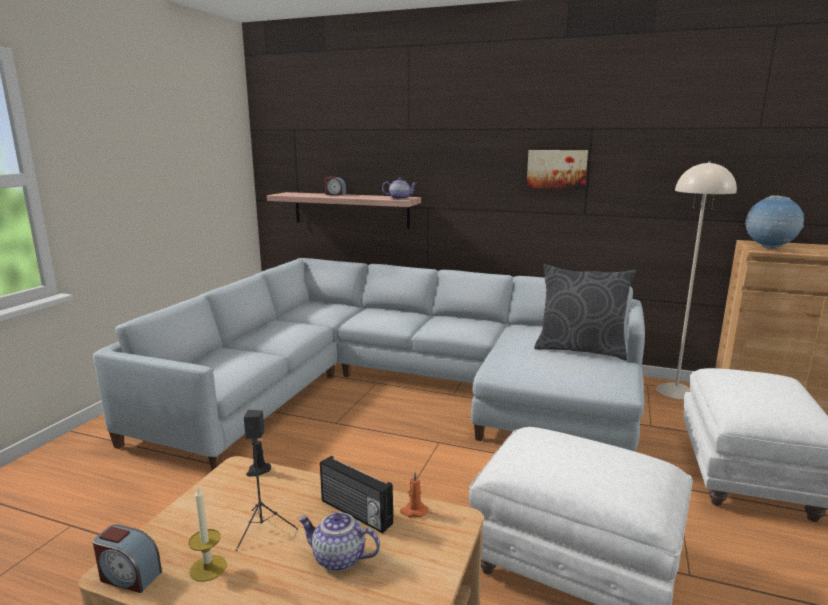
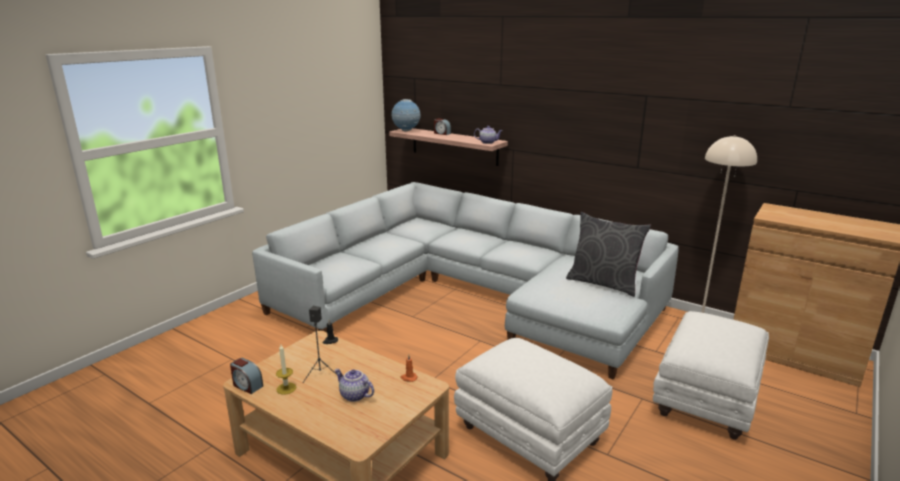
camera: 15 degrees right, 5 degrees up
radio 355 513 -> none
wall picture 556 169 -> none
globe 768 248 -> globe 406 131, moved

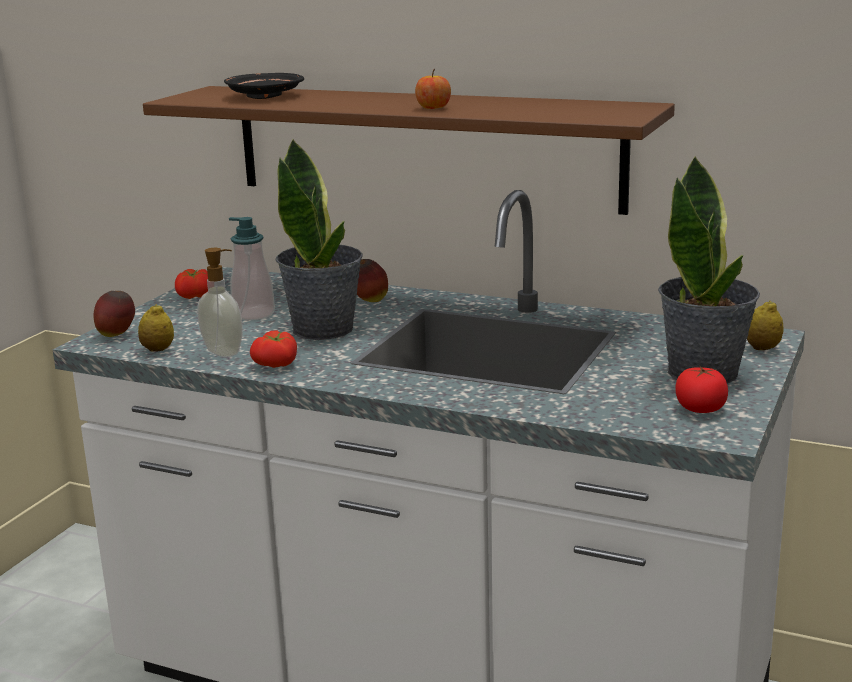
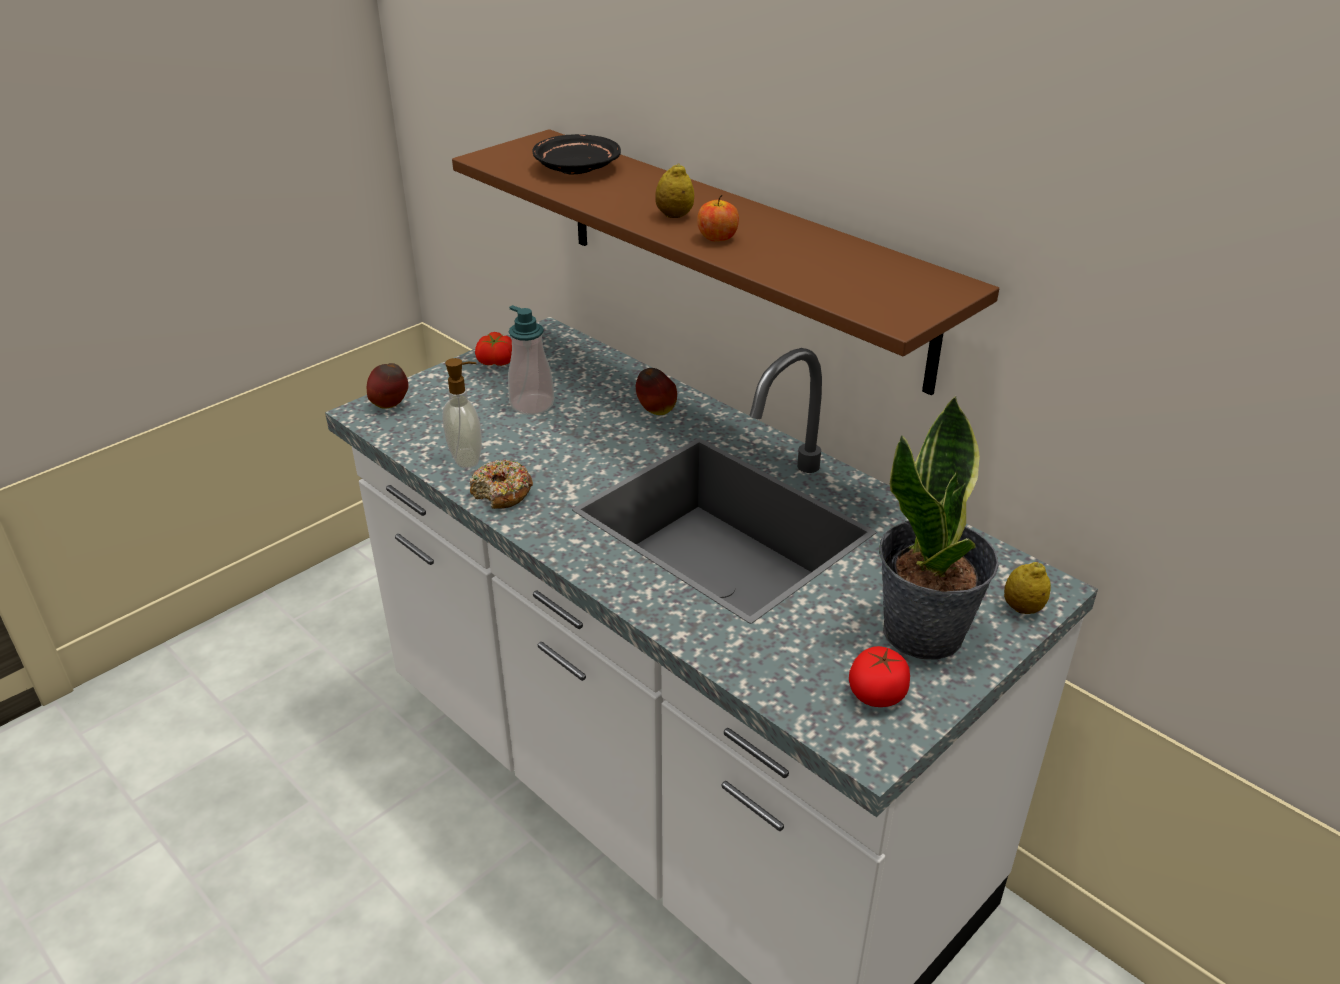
camera: 20 degrees right, 15 degrees up
whole lemon 158 350 -> whole lemon 674 216, moved
tomato 277 365 -> ring doughnut 502 493
houseplant 324 329 -> none

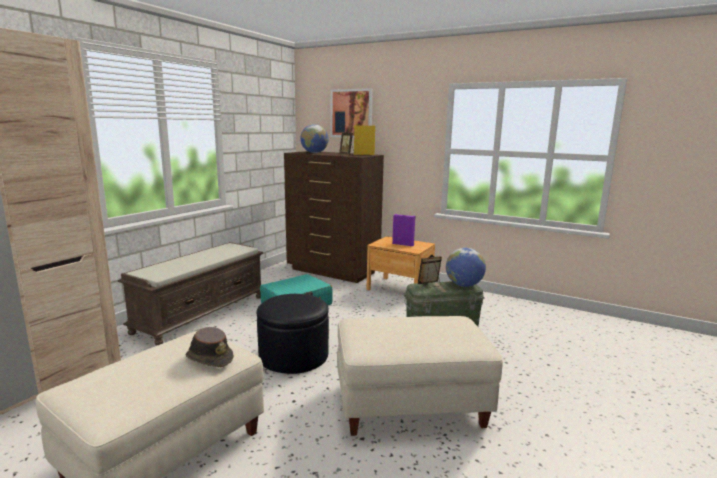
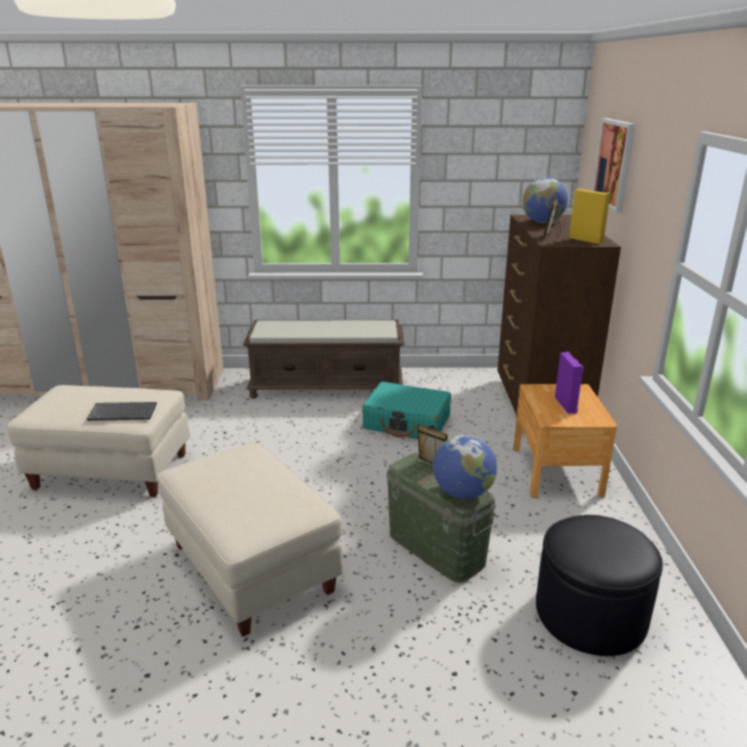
camera: 60 degrees right, 10 degrees up
brown-coloured clothing hat 209 358 -> computer keyboard 124 412
black footrest 293 355 -> black footrest 590 614, moved

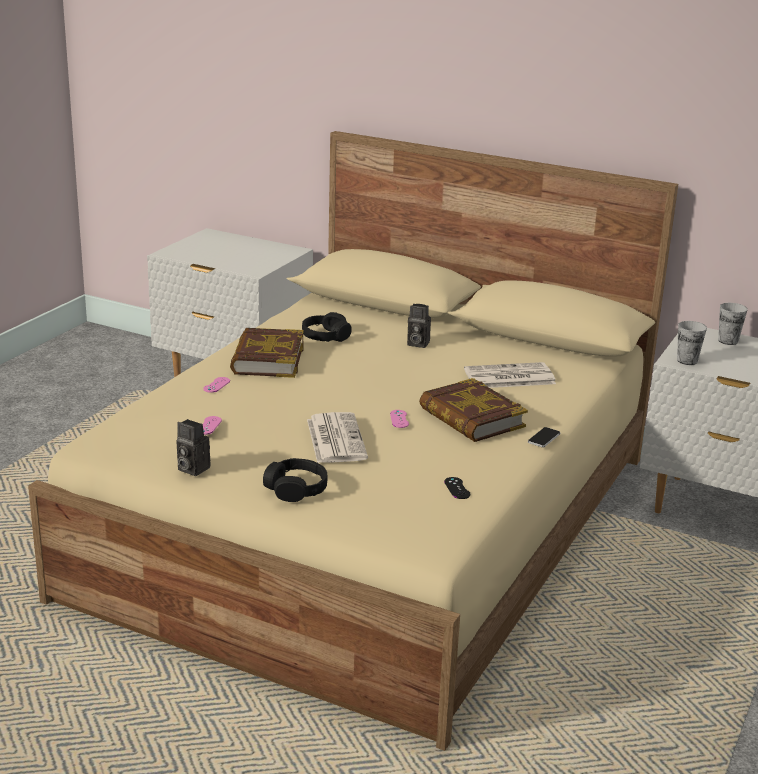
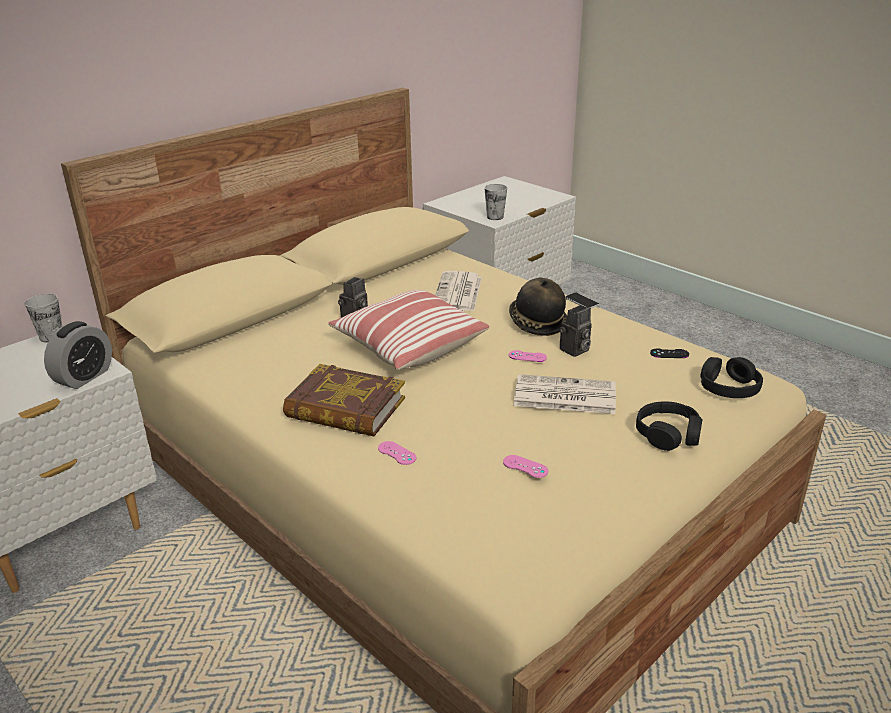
camera: 70 degrees left, 5 degrees up
photo camera 191 468 -> photo camera 574 350, moved
black headphones 325 336 -> black headphones 728 387, moved
bound book 471 418 -> clothing hat 536 323
cup 728 341 -> cup 51 337, moved
none -> bedside clock 84 377
none -> cushion 408 346

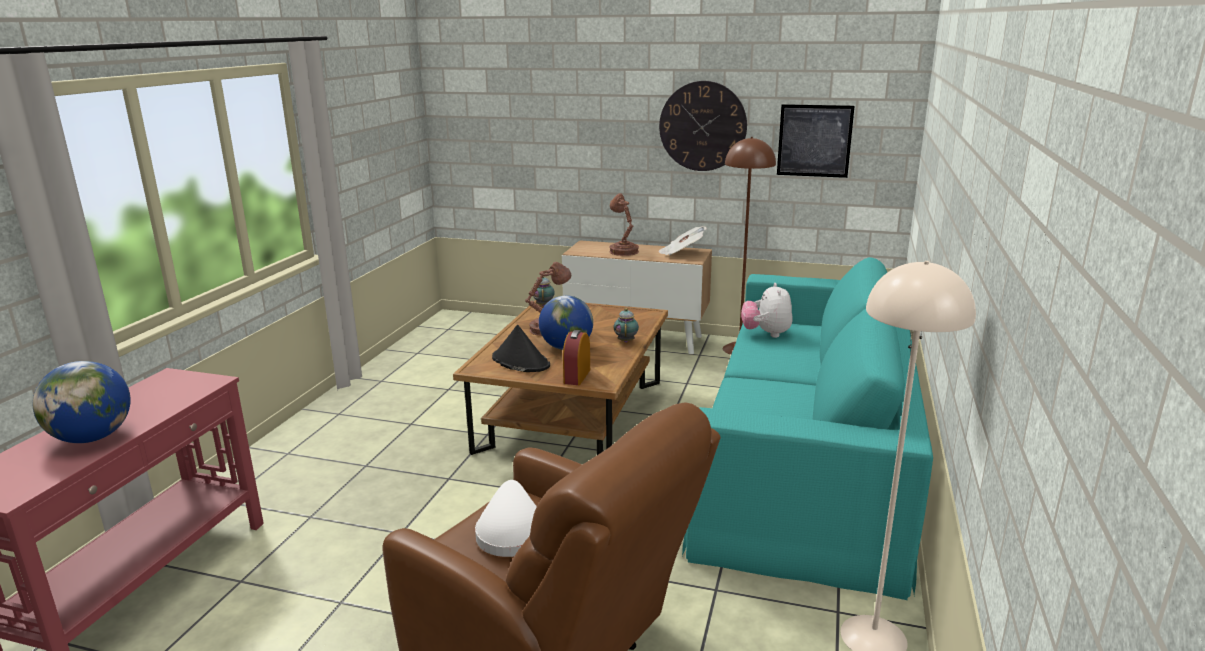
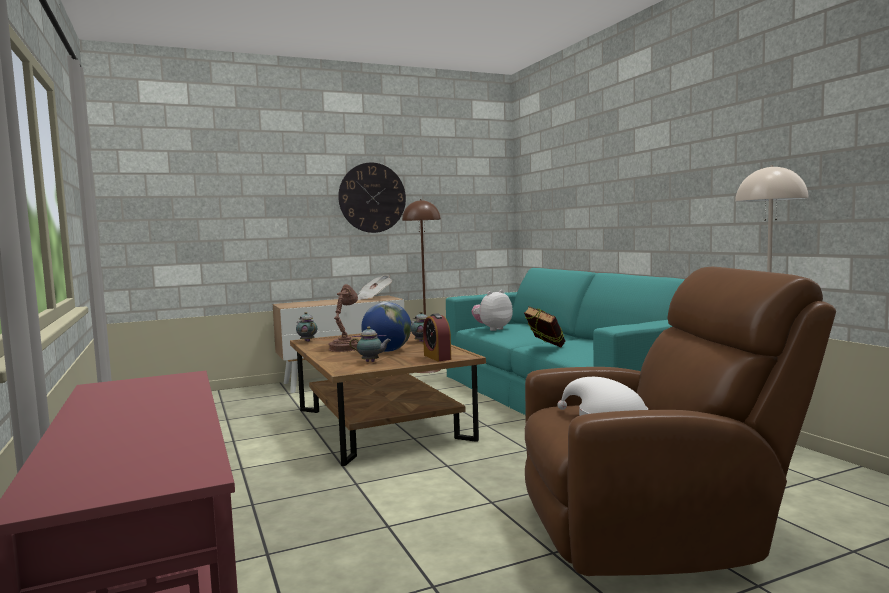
camera: 40 degrees left, 15 degrees down
globe 92 438 -> none
black clothing hat 520 361 -> pot for tea 371 361
brown-coloured table lamp 622 251 -> none
plush toy 766 334 -> plush toy 492 329, 90 degrees clockwise
wall picture 814 141 -> none
none -> bound book 545 348

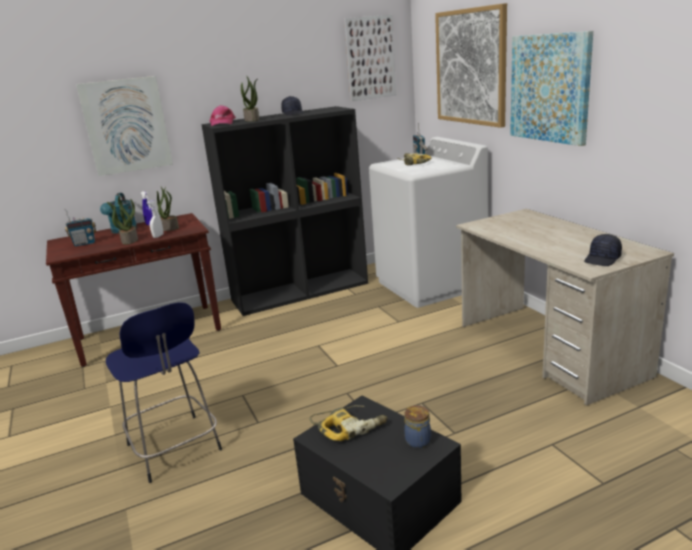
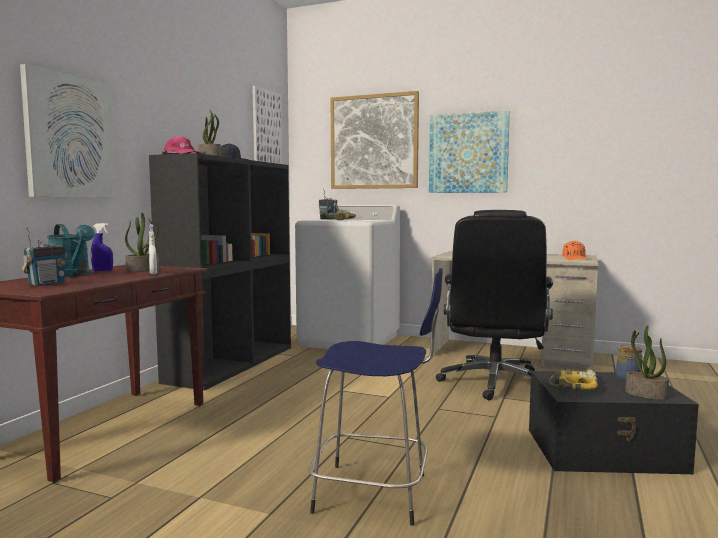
camera: 45 degrees left, 15 degrees down
houseplant 129 240 -> houseplant 645 394, moved
black baseball cap 603 259 -> orange baseball cap 575 259
none -> black computer chair 494 383

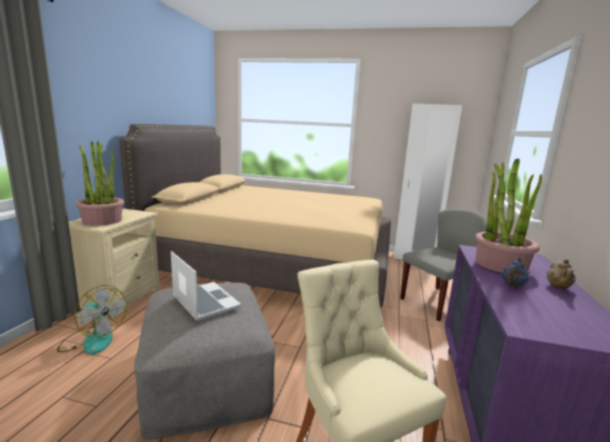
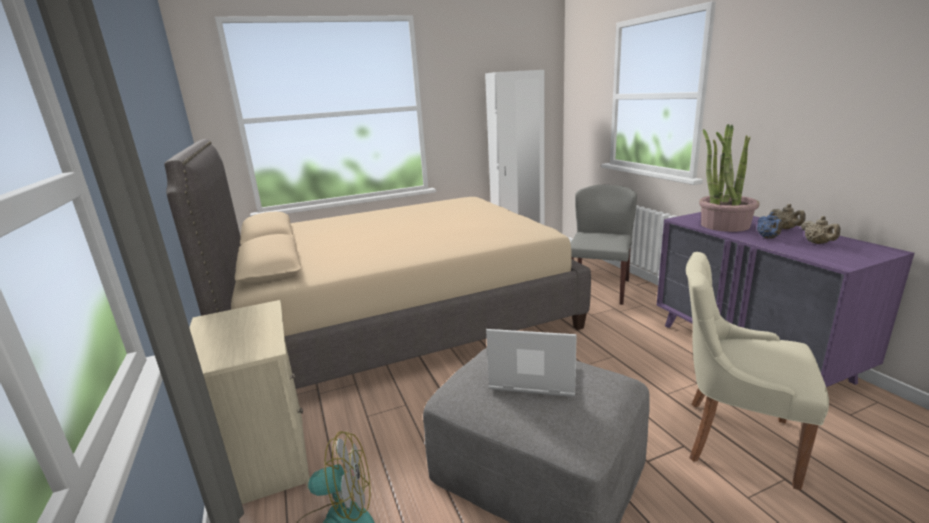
camera: 35 degrees left, 5 degrees up
houseplant 102 220 -> none
none -> beige pot for tea 817 243

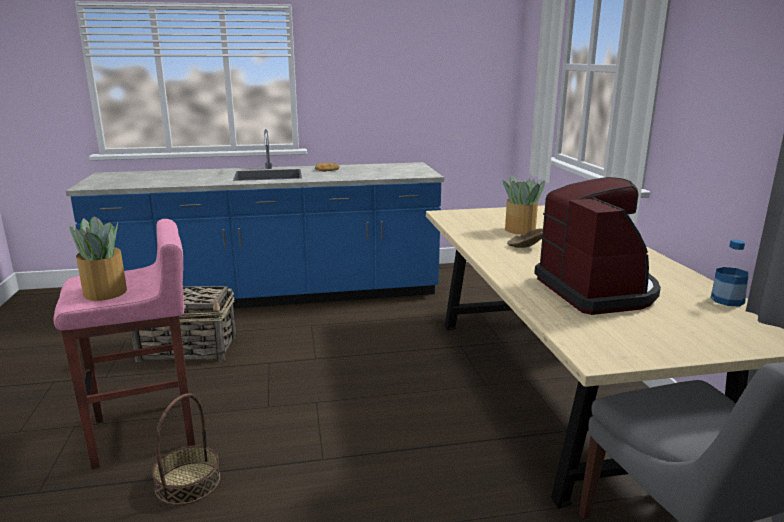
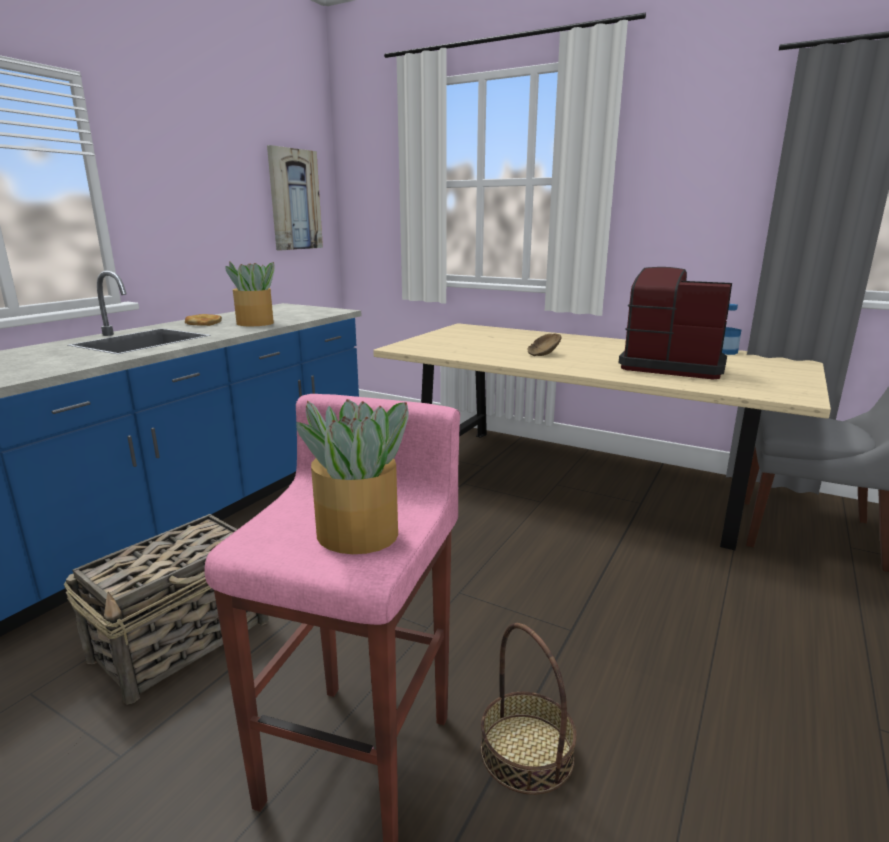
camera: 50 degrees left, 0 degrees up
houseplant 520 230 -> houseplant 255 323, moved
none -> wall picture 294 200

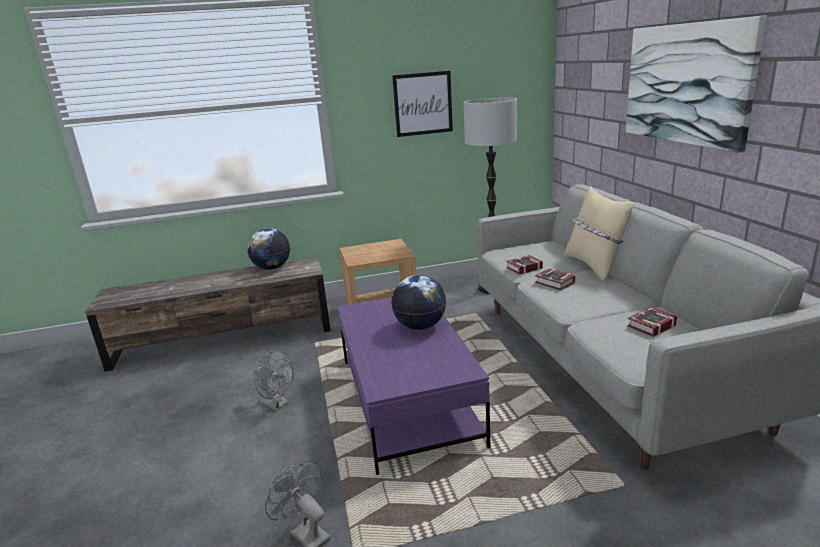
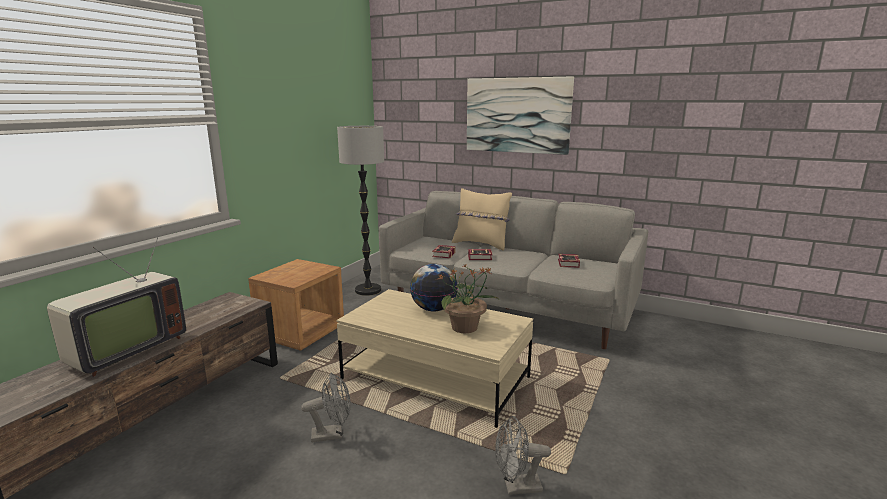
camera: 50 degrees left, 5 degrees down
globe 272 268 -> none
purple lounge table 408 401 -> beige lounge table 436 378
wall picture 423 104 -> none
none -> TV set 124 351
none -> houseplant 465 327

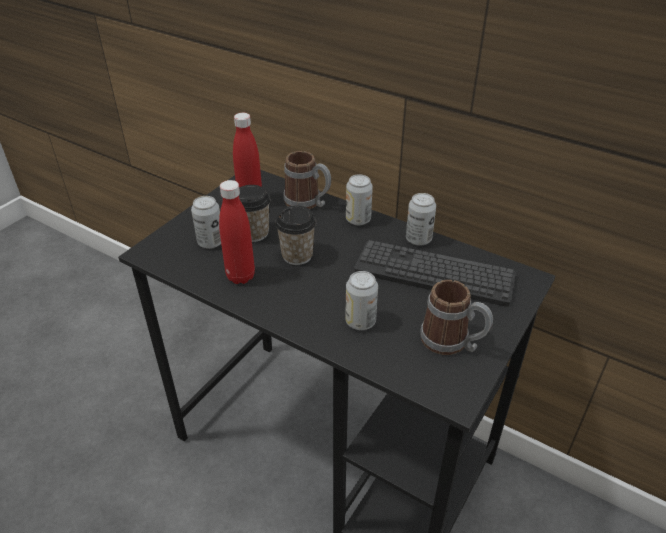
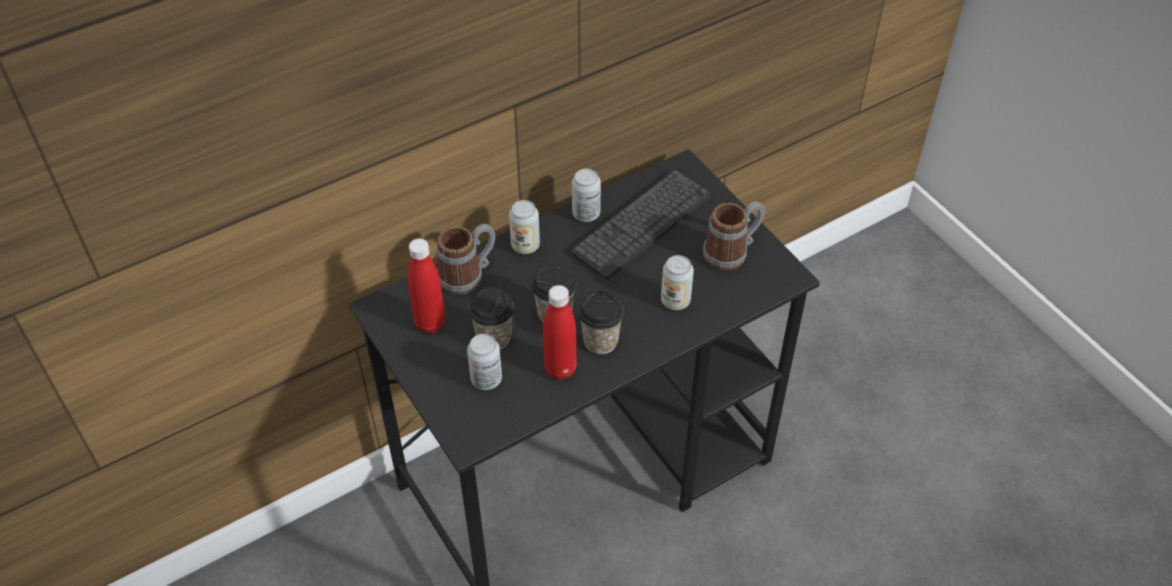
camera: 65 degrees left, 10 degrees up
none -> cup 600 341

